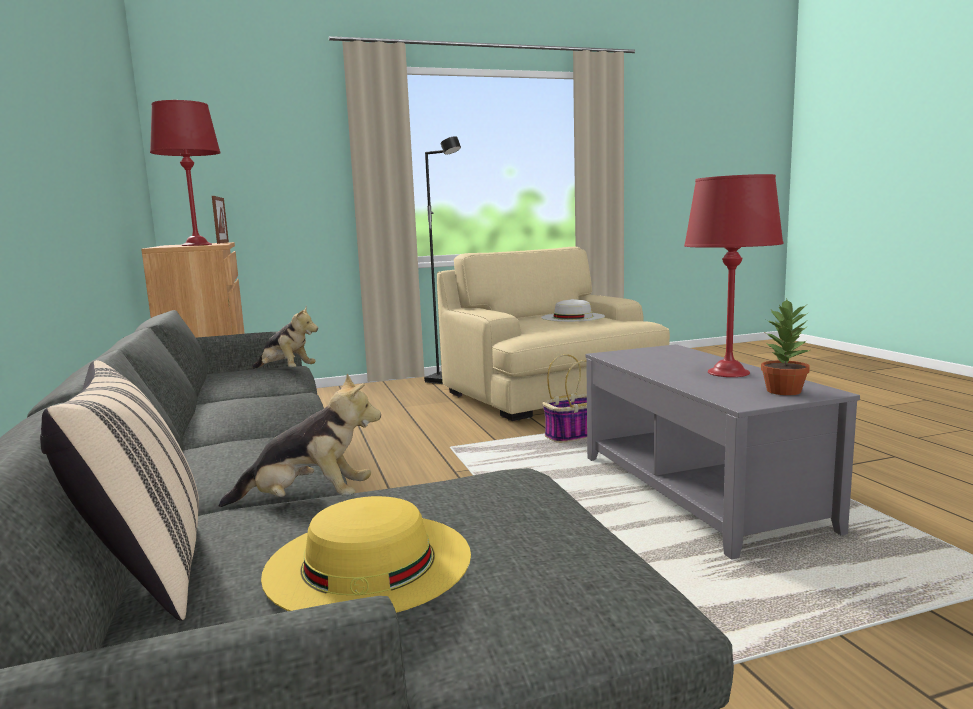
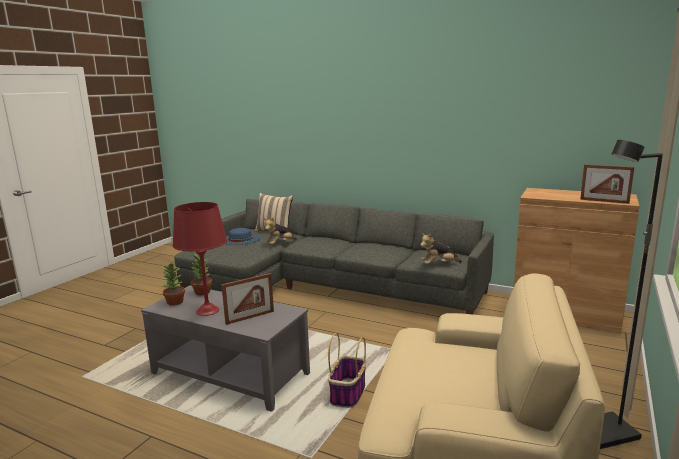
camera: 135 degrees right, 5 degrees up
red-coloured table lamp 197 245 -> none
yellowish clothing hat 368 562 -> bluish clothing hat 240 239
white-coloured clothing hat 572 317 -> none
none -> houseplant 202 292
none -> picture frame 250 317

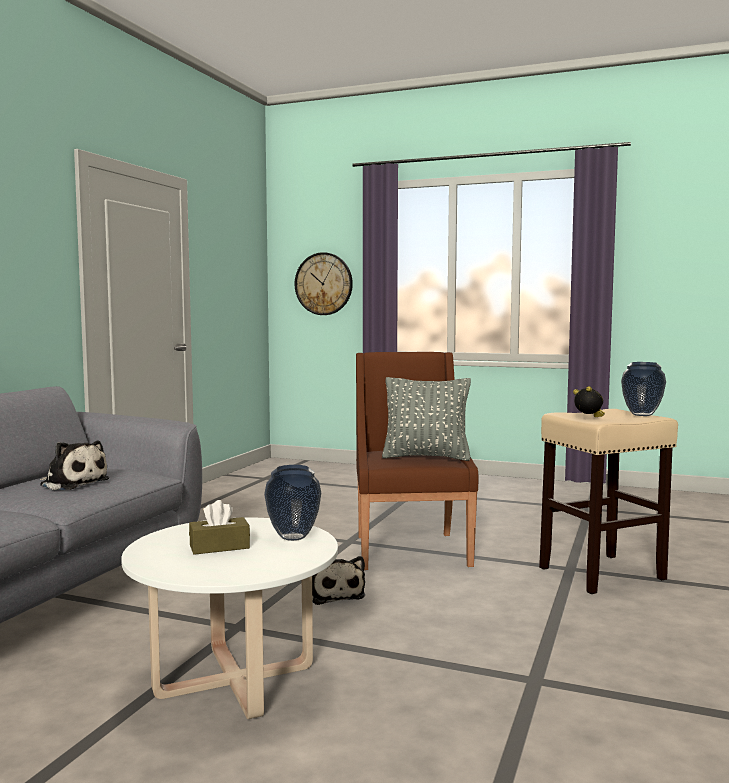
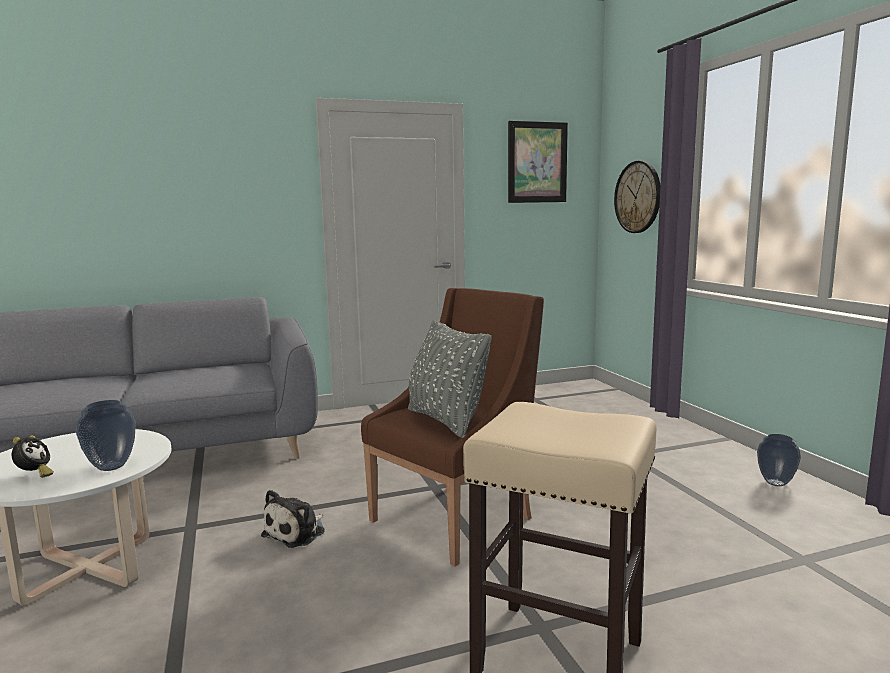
camera: 50 degrees right, 5 degrees up
plush toy 73 483 -> none
brown-coloured tissue holder 219 547 -> none
bedside clock 589 418 -> bedside clock 34 475, moved
decorative vase 642 415 -> decorative vase 775 483, moved
none -> wall picture 537 162

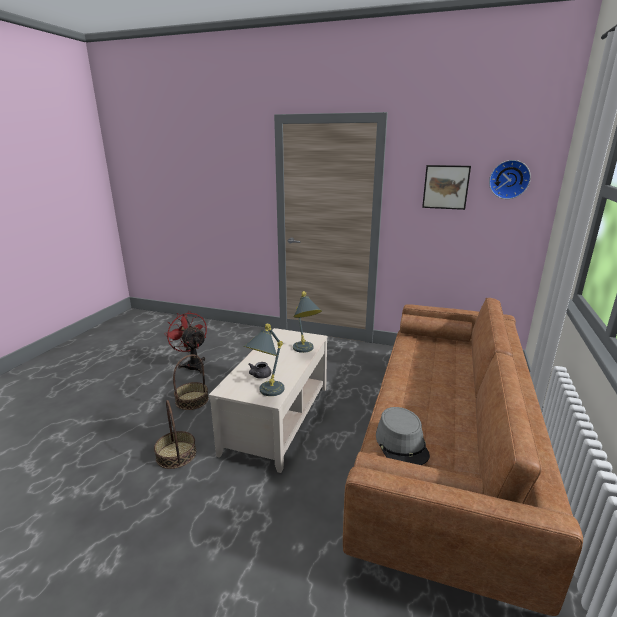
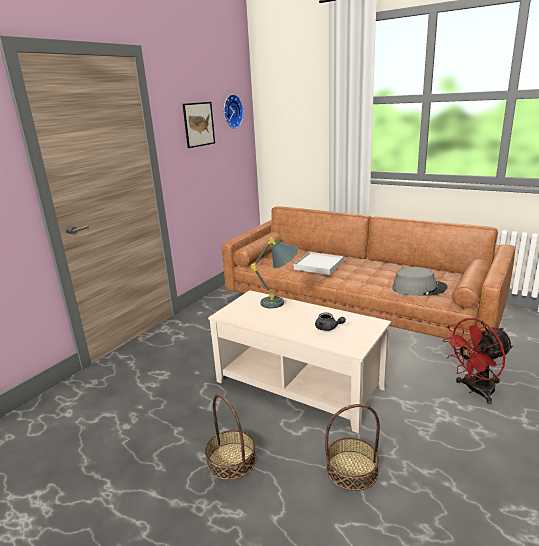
camera: 75 degrees left, 0 degrees up
red-coloured fan 192 364 -> red-coloured fan 475 391, moved
greyish table lamp 266 394 -> none
none -> white-coloured carrying tray 319 265

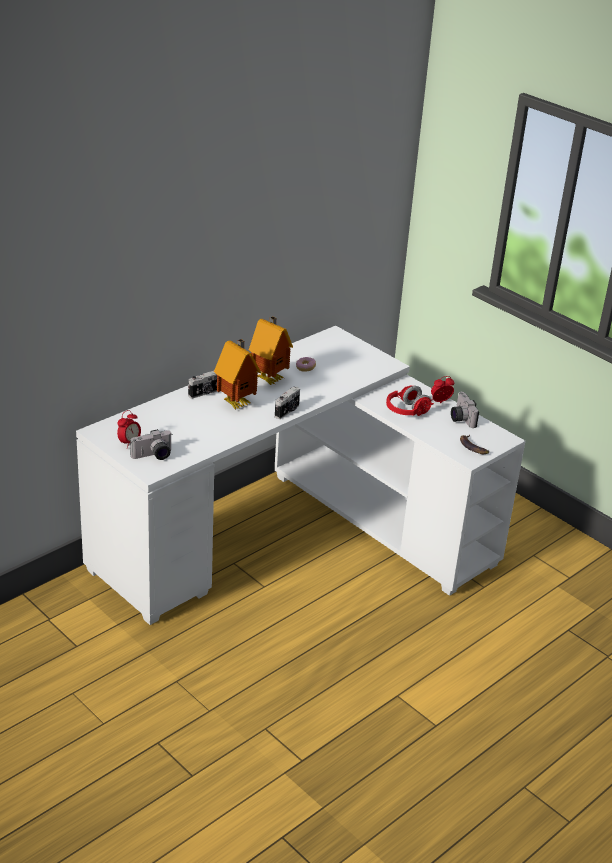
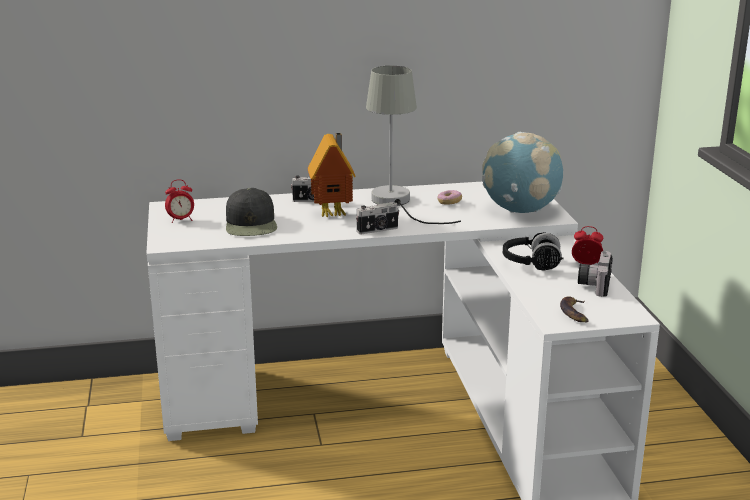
camera: 35 degrees right, 10 degrees down
photo camera 153 456 -> none
toy house 270 379 -> greyish table lamp 397 203
red-coloured headphones 407 411 -> black headphones 531 264
none -> black baseball cap 251 224
none -> globe 520 210

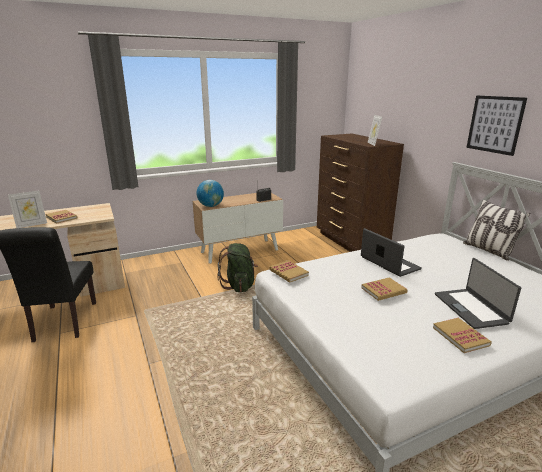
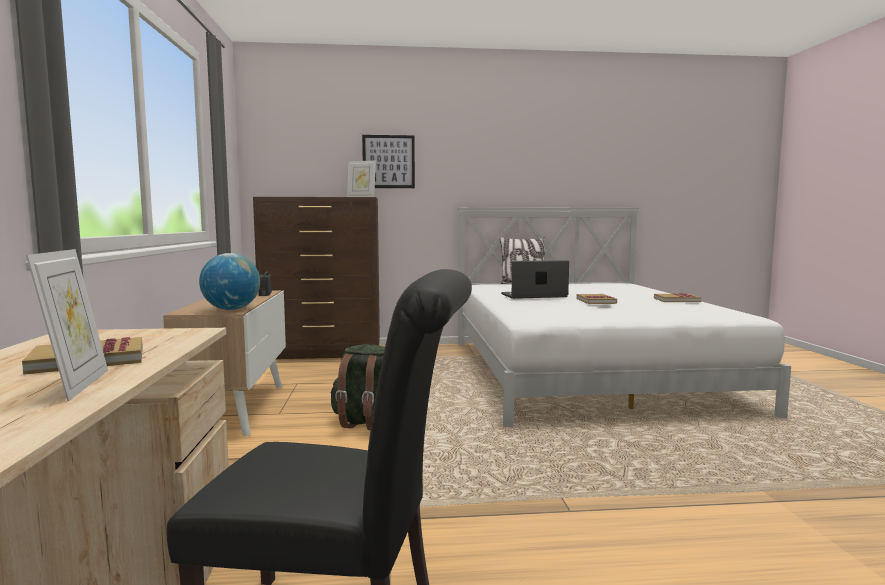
camera: 70 degrees left, 15 degrees down
bound book 288 272 -> none
laptop 471 308 -> none
wall picture 494 124 -> wall picture 388 161, moved

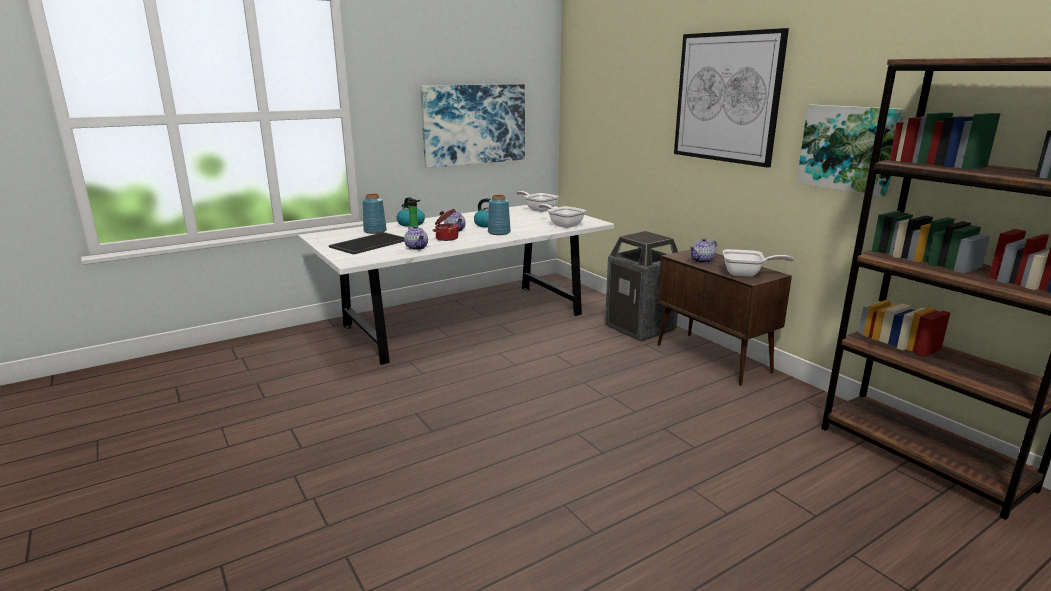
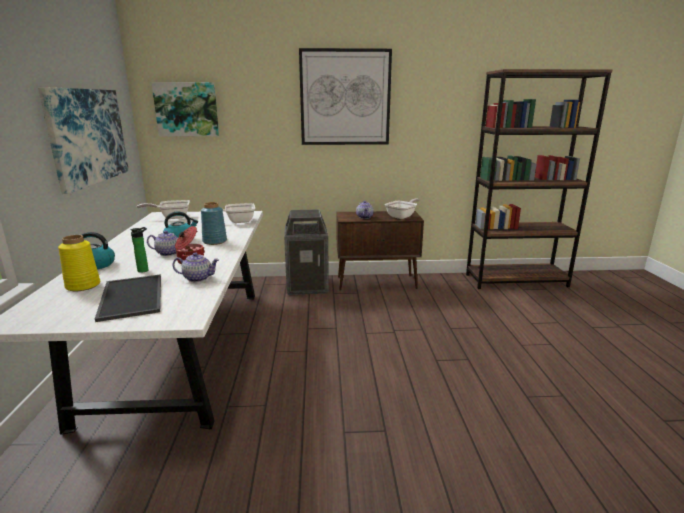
camera: 60 degrees left, 0 degrees up
bluish decorative vase 375 231 -> yellowish decorative vase 83 286
wall picture 848 148 -> wall picture 187 109, moved

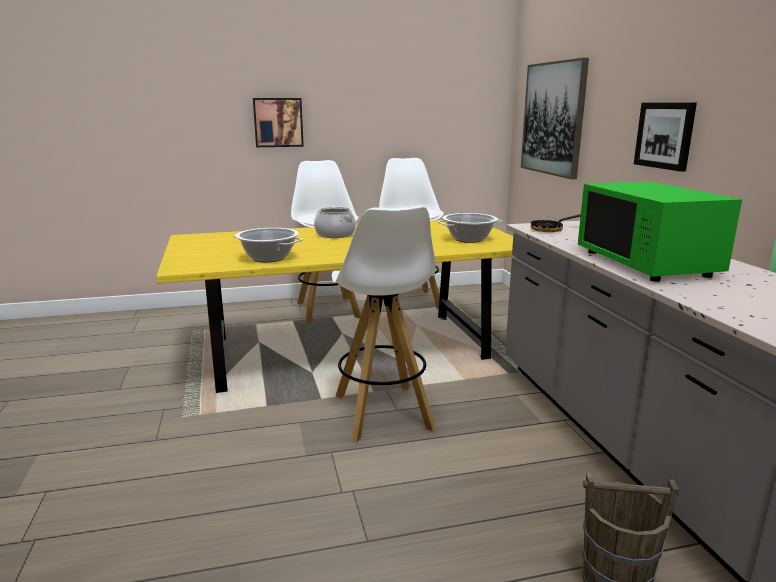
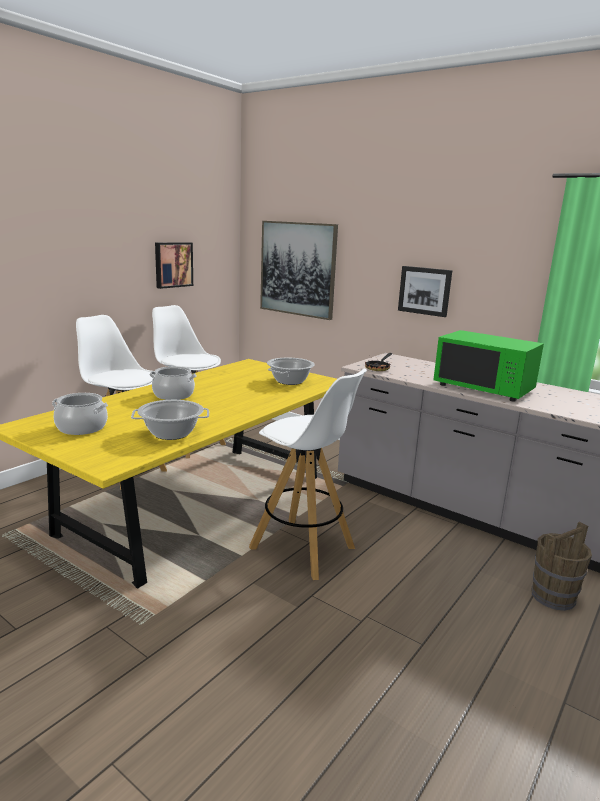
camera: 40 degrees left, 0 degrees up
wall picture 278 122 -> wall picture 173 264, moved
none -> stockpot 81 428

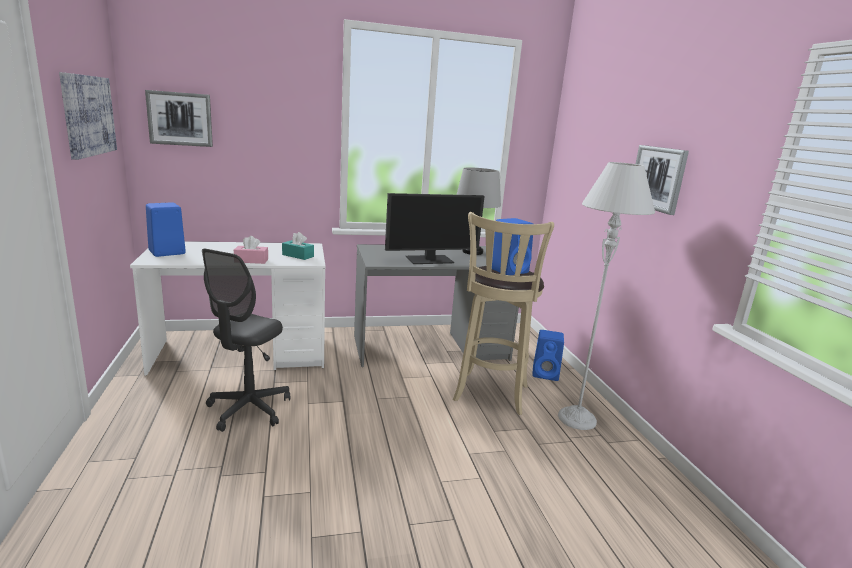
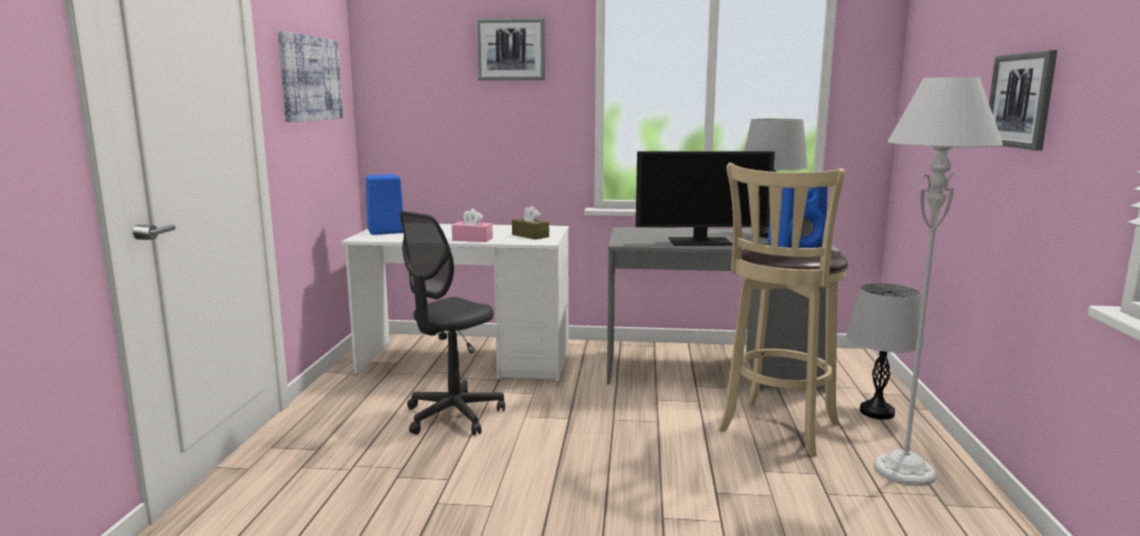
camera: 20 degrees right, 5 degrees down
wall picture 180 119 -> wall picture 511 49, moved
turquoise-coloured tissue holder 298 255 -> brown-coloured tissue holder 530 236
bluish speaker 546 374 -> greyish table lamp 877 412

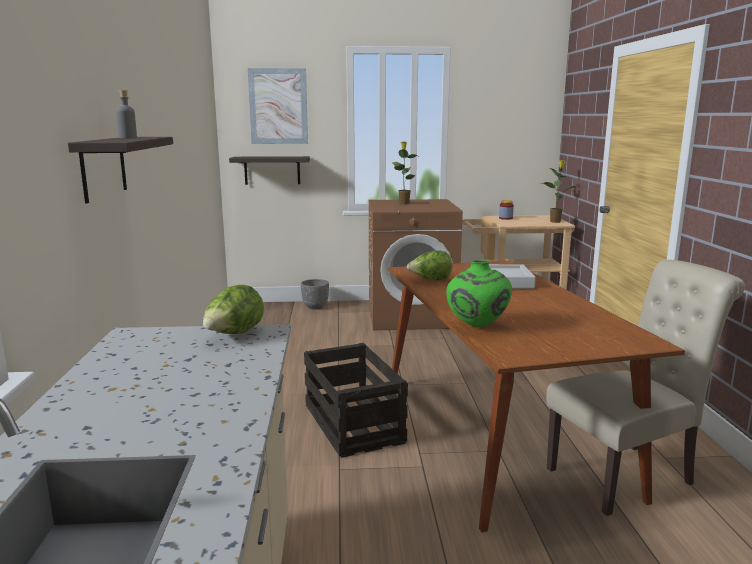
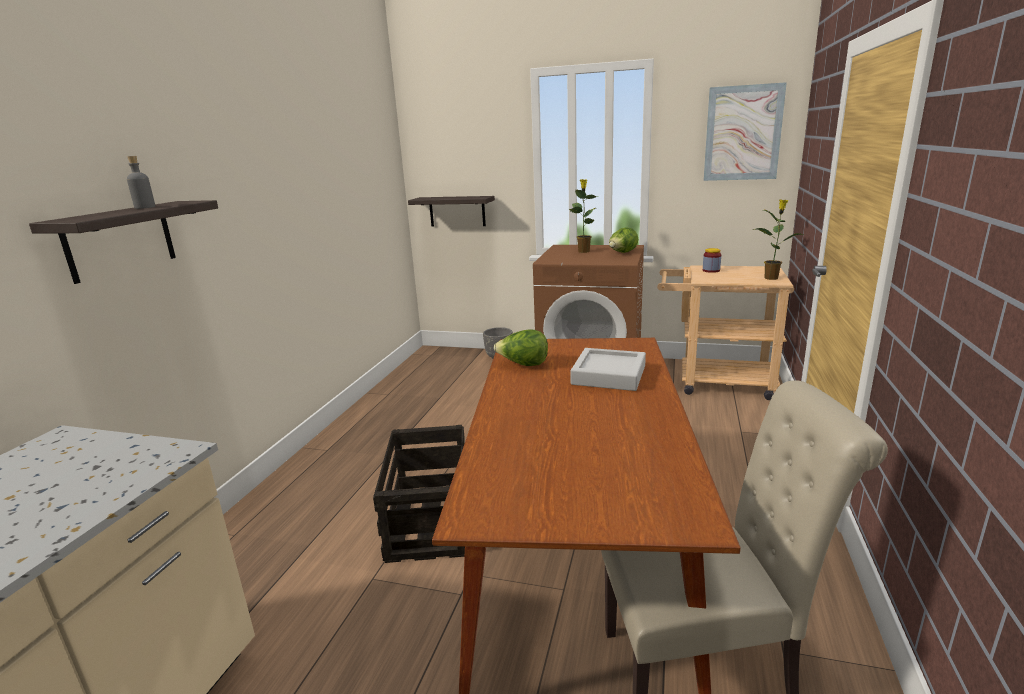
camera: 20 degrees right, 5 degrees up
lettuce 234 335 -> lettuce 622 253, moved
wall picture 278 106 -> wall picture 743 133, moved
green decorative vase 476 327 -> none

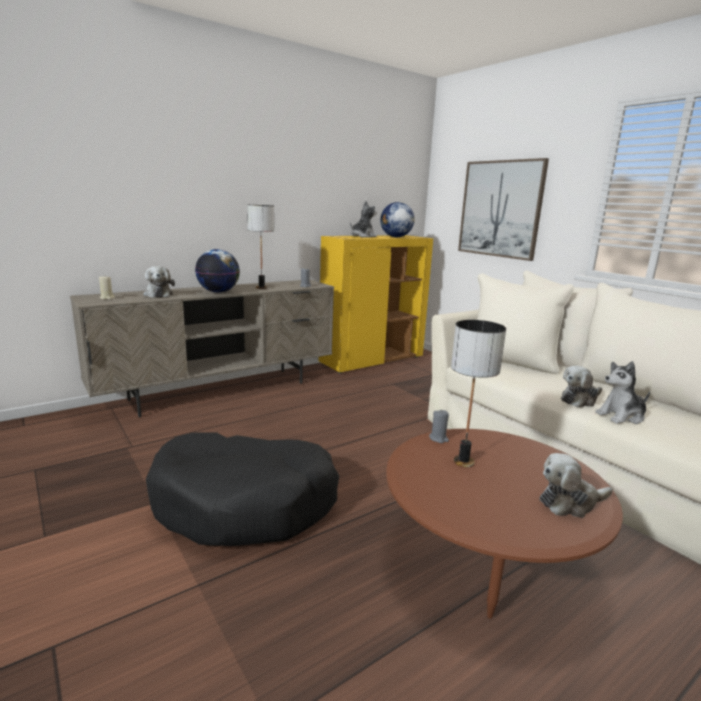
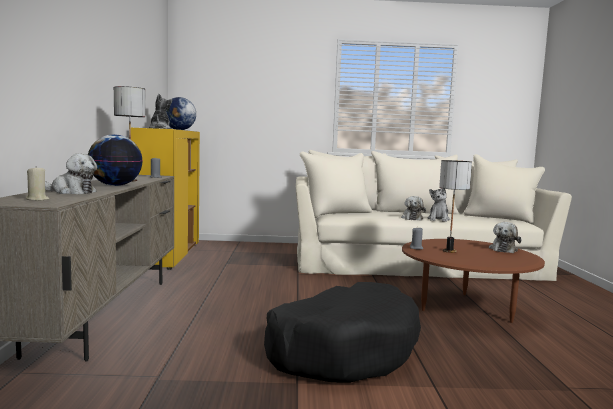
camera: 55 degrees left, 10 degrees down
wall picture 500 209 -> none

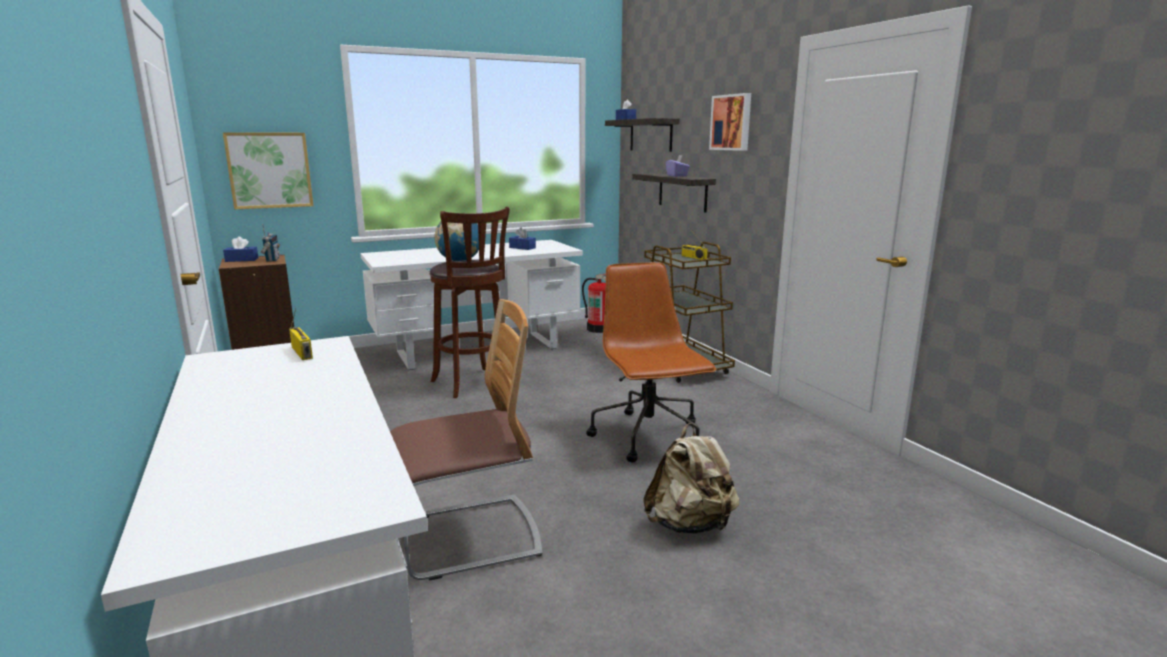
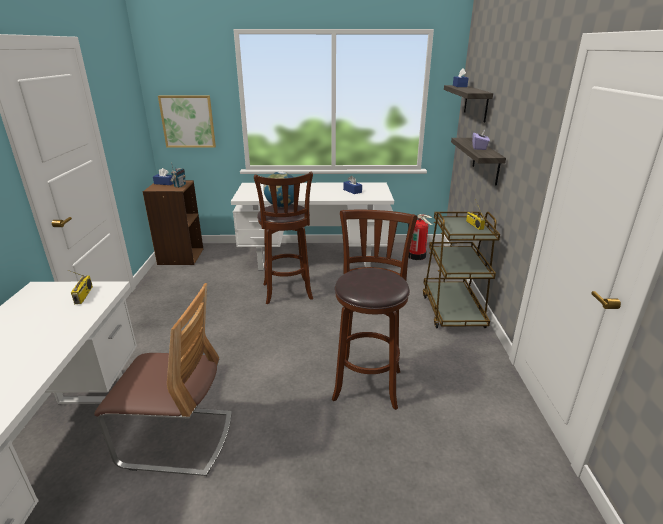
camera: 25 degrees right, 10 degrees up
brown-coloured computer chair 648 437 -> brown-coloured sitting stool 367 382
beige knapsack 690 525 -> none
wall picture 731 122 -> none

